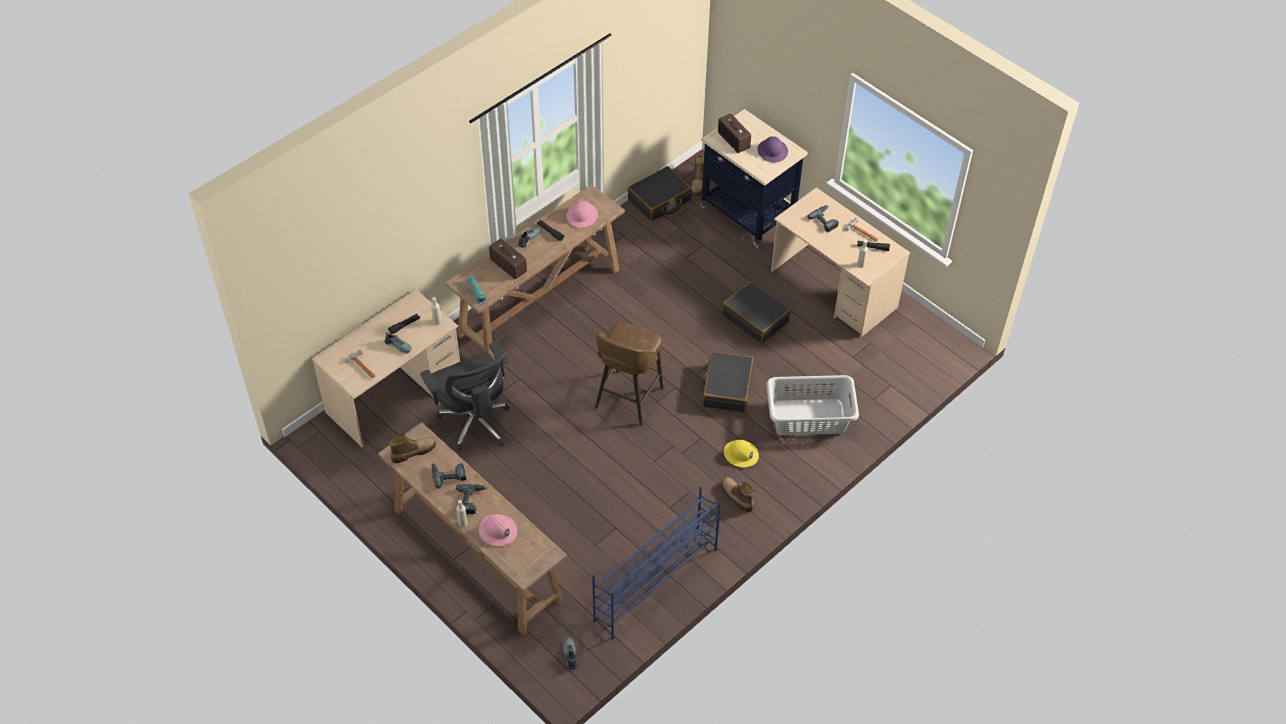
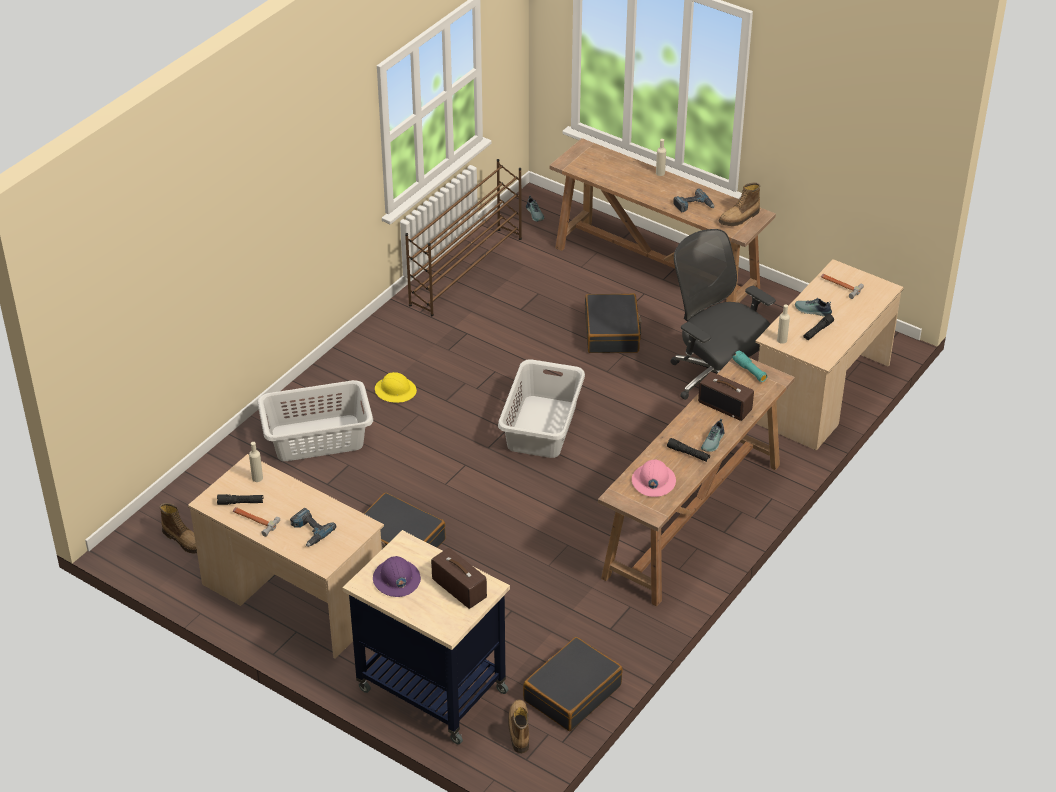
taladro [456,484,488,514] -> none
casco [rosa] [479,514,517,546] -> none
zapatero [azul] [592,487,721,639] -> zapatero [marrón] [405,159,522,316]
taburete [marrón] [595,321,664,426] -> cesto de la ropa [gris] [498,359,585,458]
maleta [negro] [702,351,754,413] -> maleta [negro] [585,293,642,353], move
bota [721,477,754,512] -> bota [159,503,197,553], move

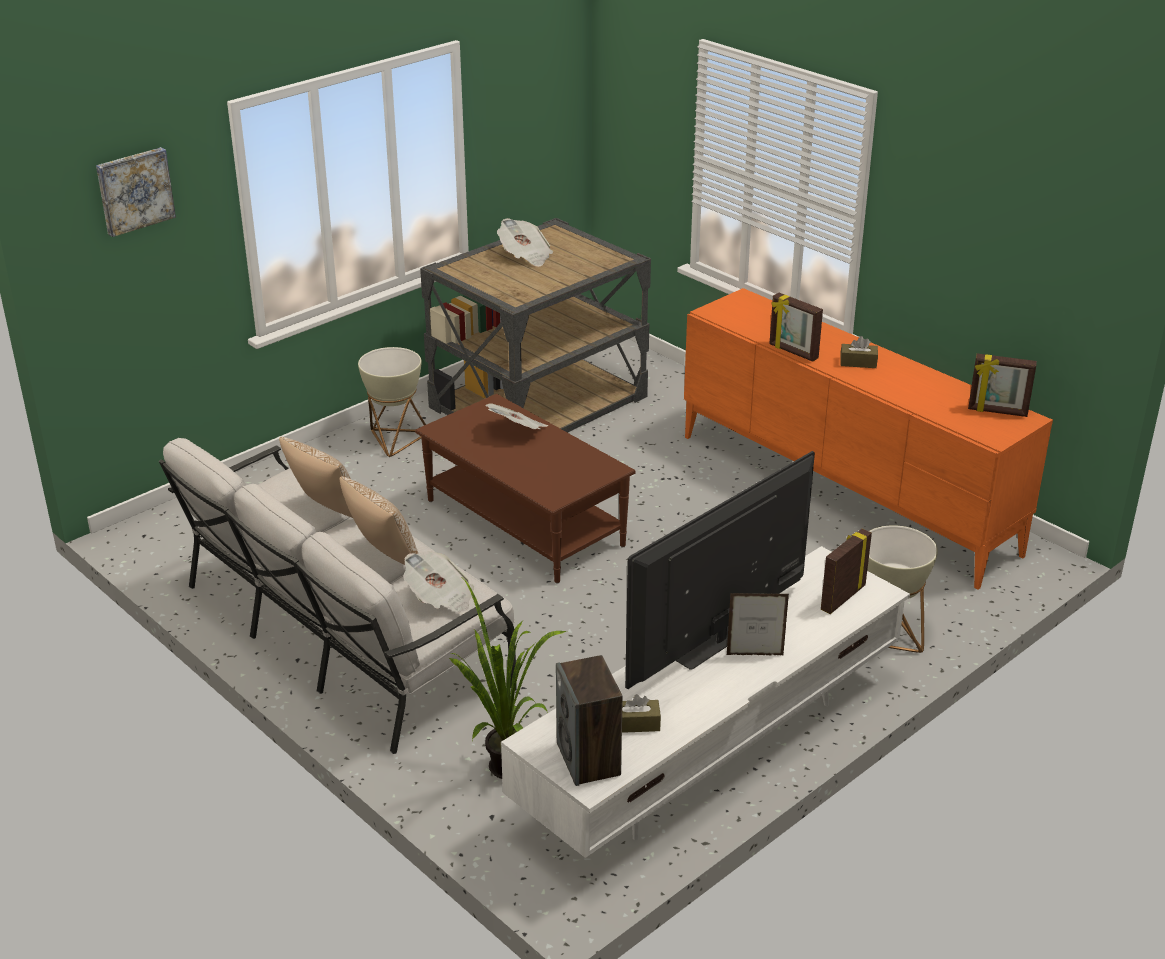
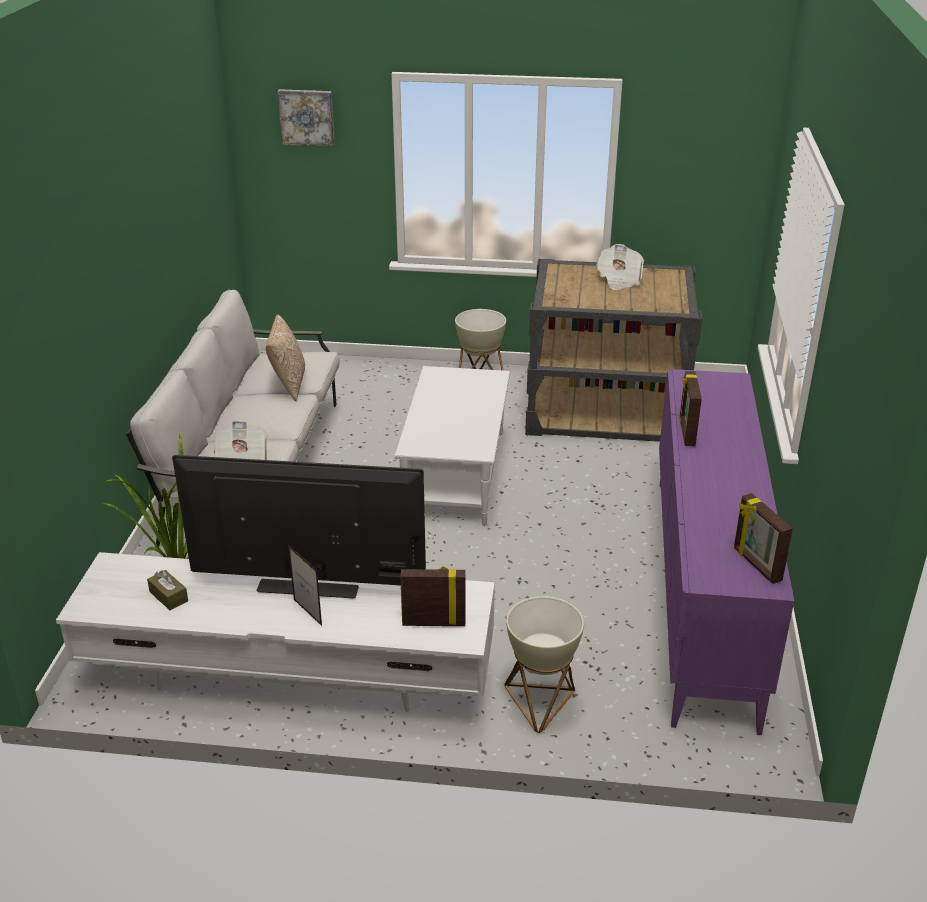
cojín [340,476,418,565] -> none
mesa de centro [marrón] [415,394,636,584] -> mesa de centro [blanco] [395,366,510,526]
periódico [485,403,548,429] -> none
altavoz [556,655,623,786] -> none
armario [naranja] [684,288,1053,590] -> armario [morado] [659,369,794,735]
caja de pañuelos [marrón] [840,336,878,368] -> none

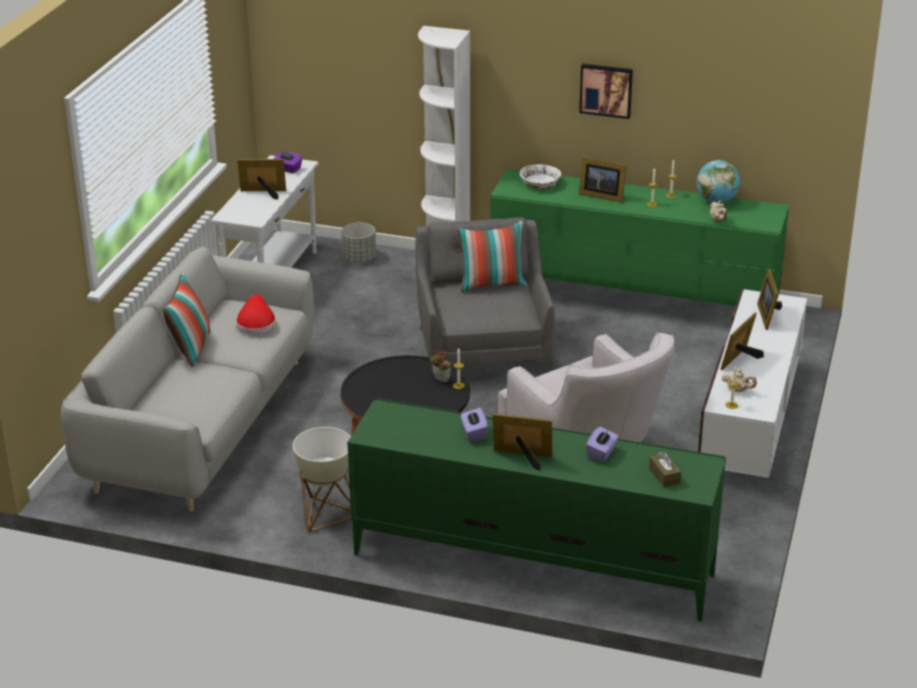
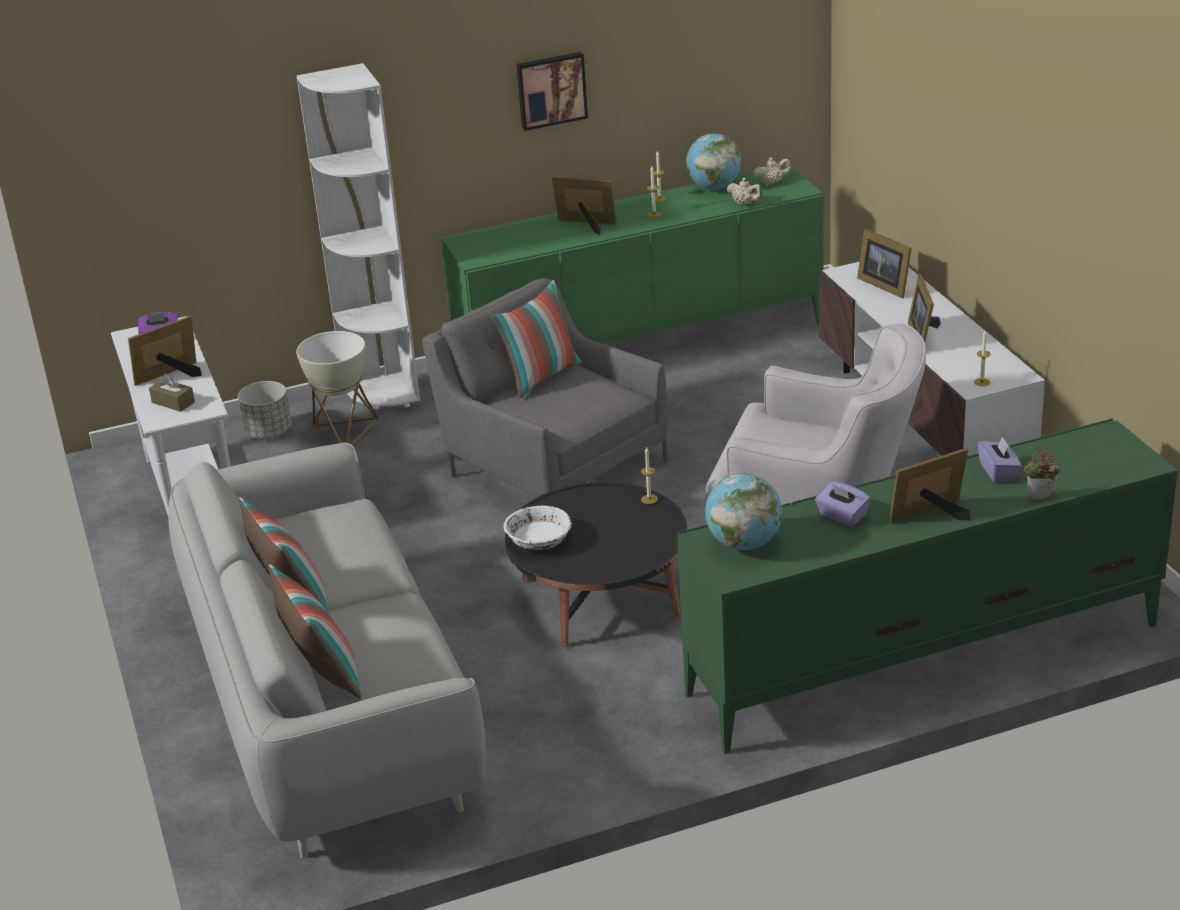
sombrero [rojo] [236,294,276,335] -> none
maceta [292,427,351,532] -> maceta [296,331,378,445], move
planta en maceta [430,345,451,382] -> planta en maceta [1023,444,1060,499], move
cuenco [blanco] [520,164,561,189] -> cuenco [blanco] [504,505,572,550], move
portarretratos [579,156,627,203] -> portarretratos [552,176,617,235], 150 degrees counterclockwise
caja de pañuelos [marrón] [649,452,681,487] -> caja de pañuelos [marrón] [149,374,195,412], move
tetera [beis] [722,369,757,392] -> tetera [beis] [753,157,791,185], move
none -> cojín [268,564,361,699]
none -> globo terráqueo [705,473,782,550]

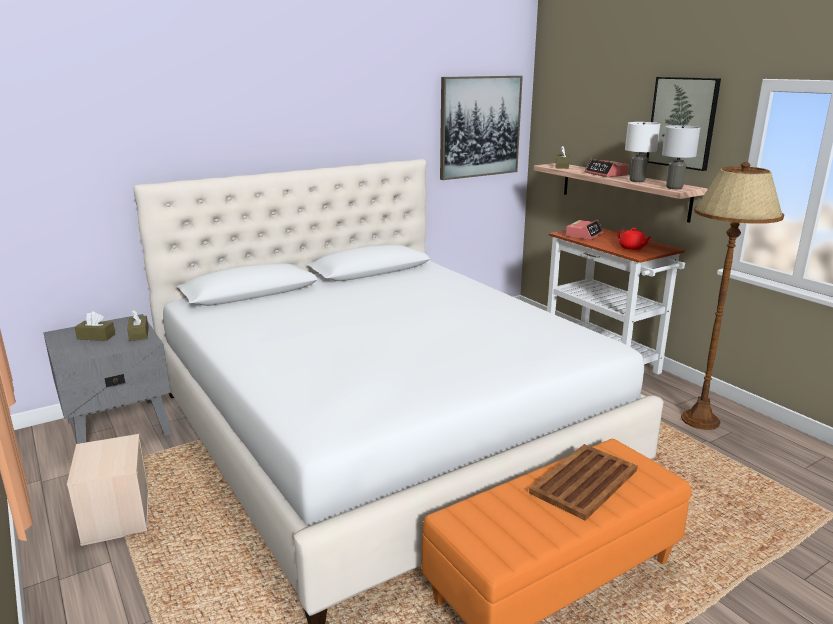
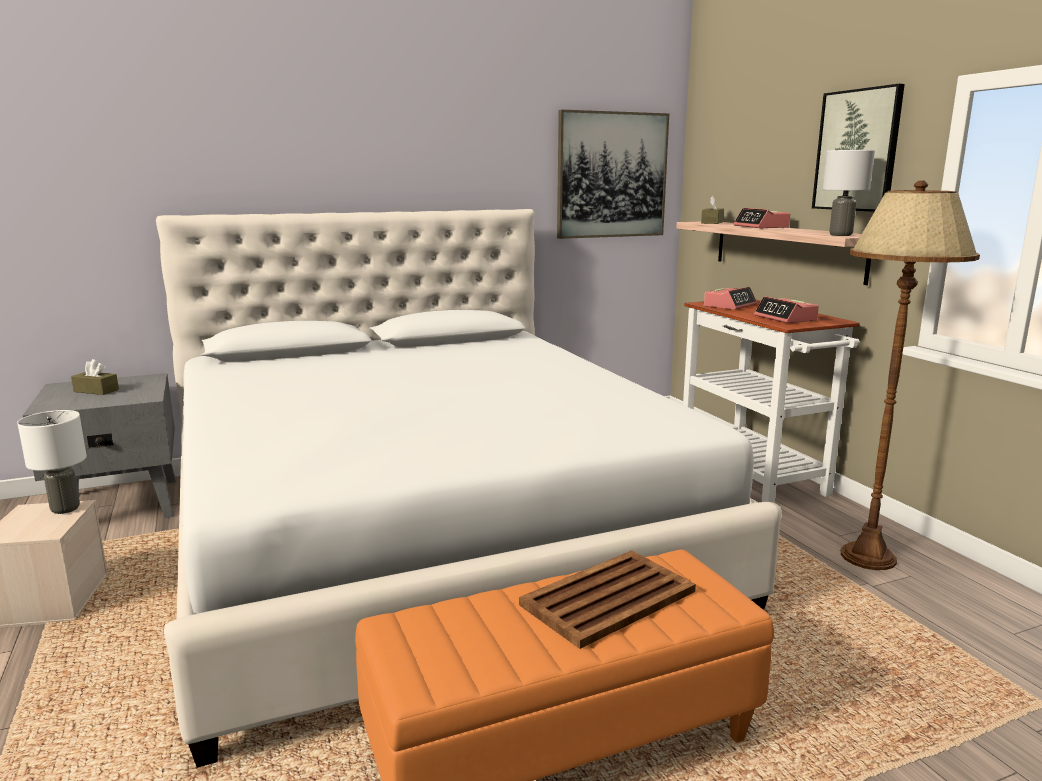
caja de pañuelos [marrón] [127,309,149,341] -> none
tetera [rojo] [617,228,651,250] -> despertador [754,296,819,323]
lámpara de mesa [blanco] [625,122,660,182] -> lámpara de mesa [blanco] [17,410,87,514], move

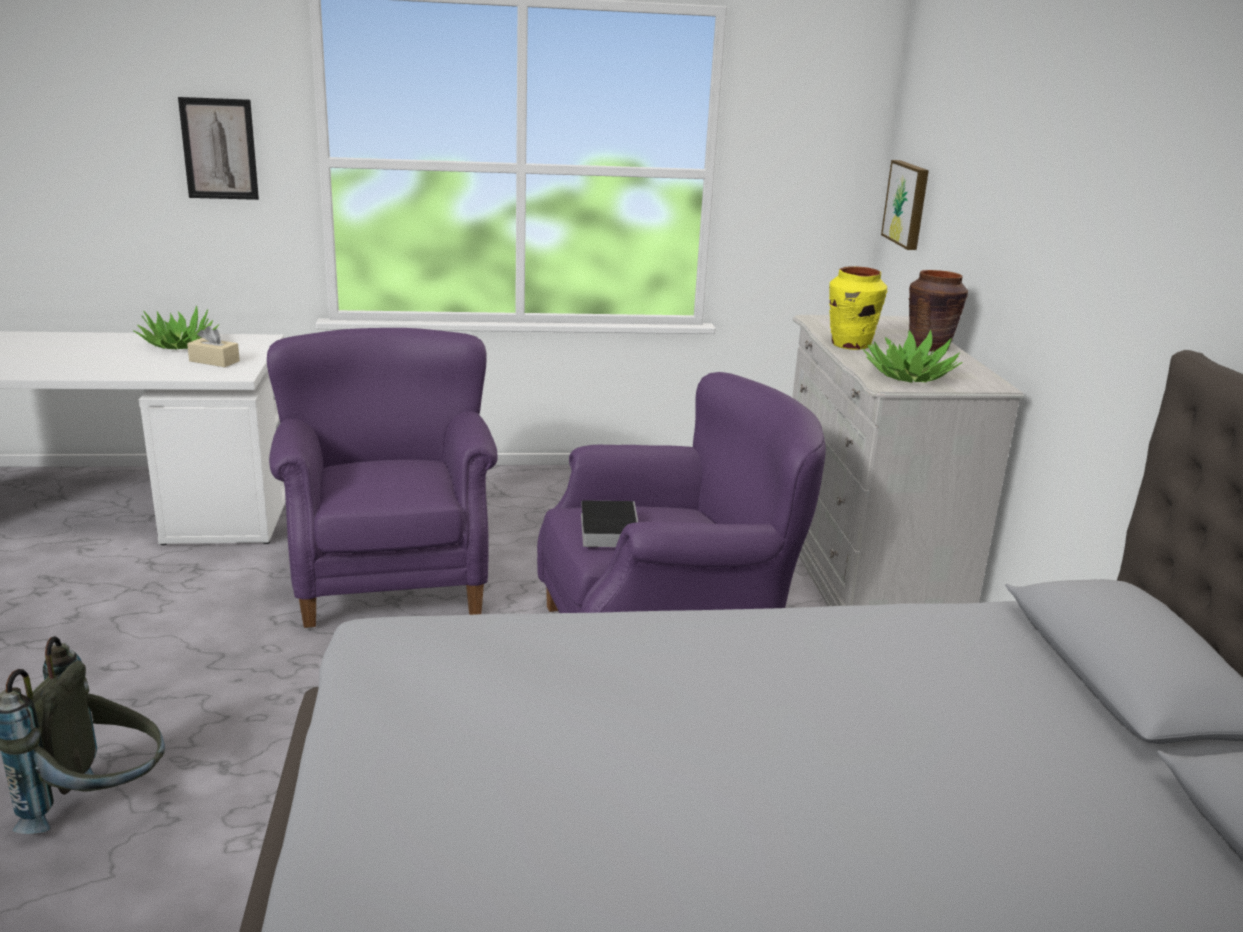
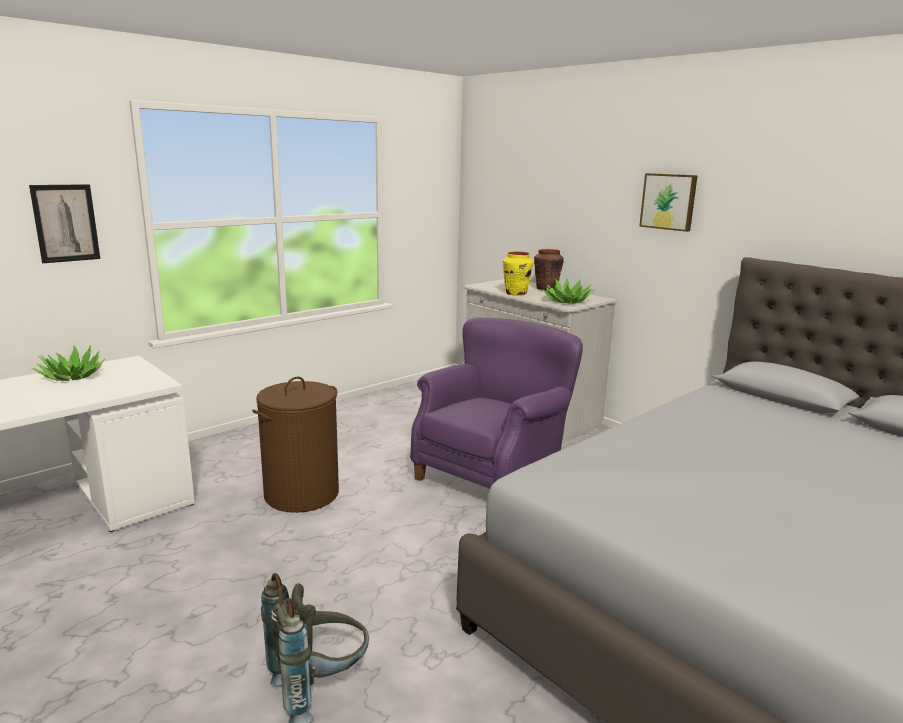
caja de pañuelos [beis] [187,326,240,367] -> none
sillón [morado] [267,328,498,628] -> cesto de la ropa [marrón] [252,377,339,513]
libro [581,500,638,547] -> none
cuadro [881,160,929,250] -> cuadro [639,173,698,232], move

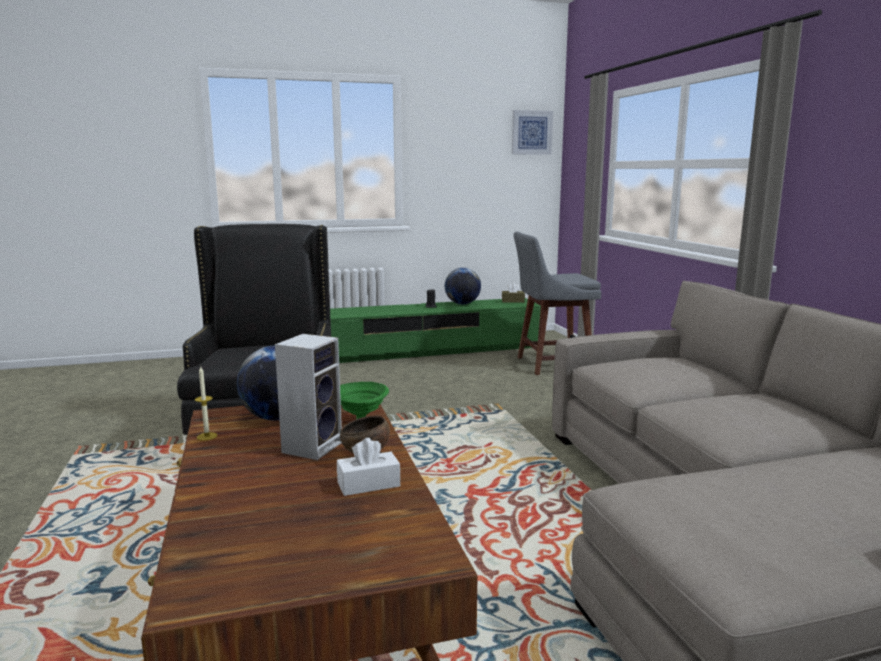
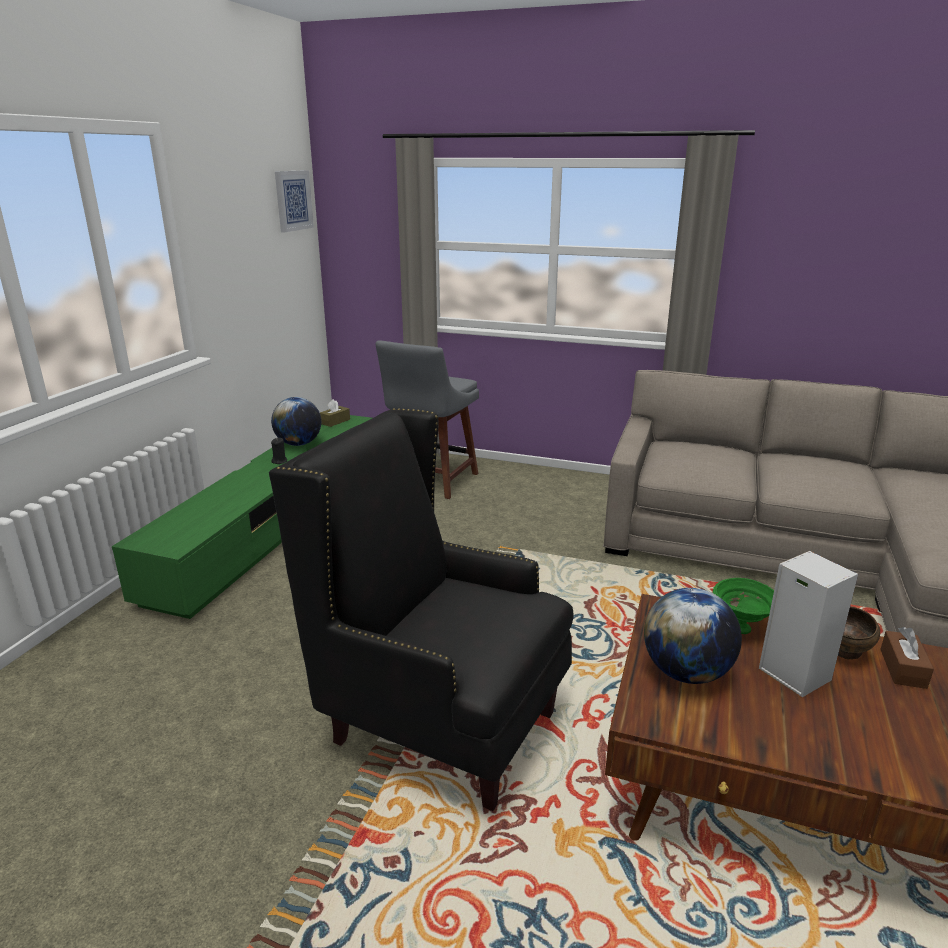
vela [195,367,217,441] -> none
caja de pañuelos [blanco] [337,438,400,496] -> caja de pañuelos [marrón] [880,627,934,689]

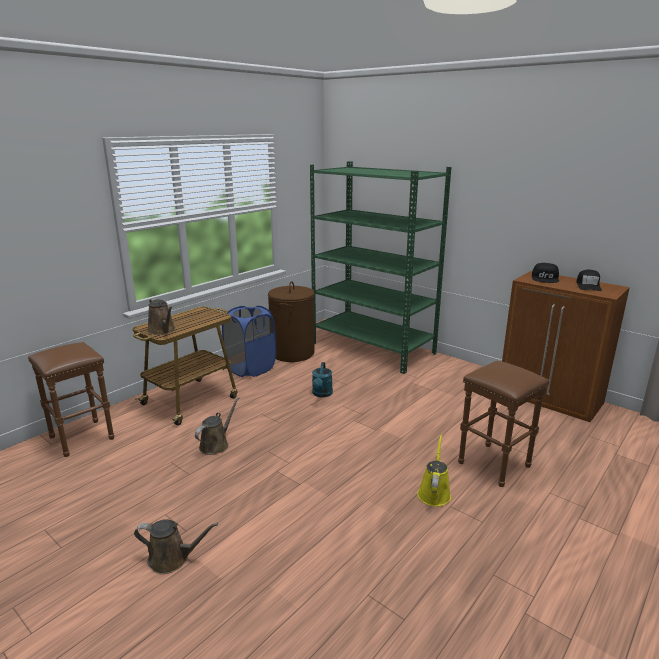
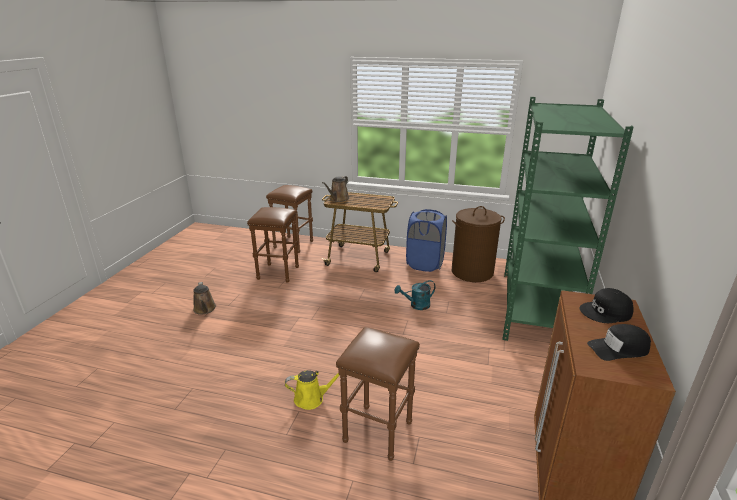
regadera [marrón] [195,397,239,455] -> none
none -> taburete [marrón] [247,207,299,283]

